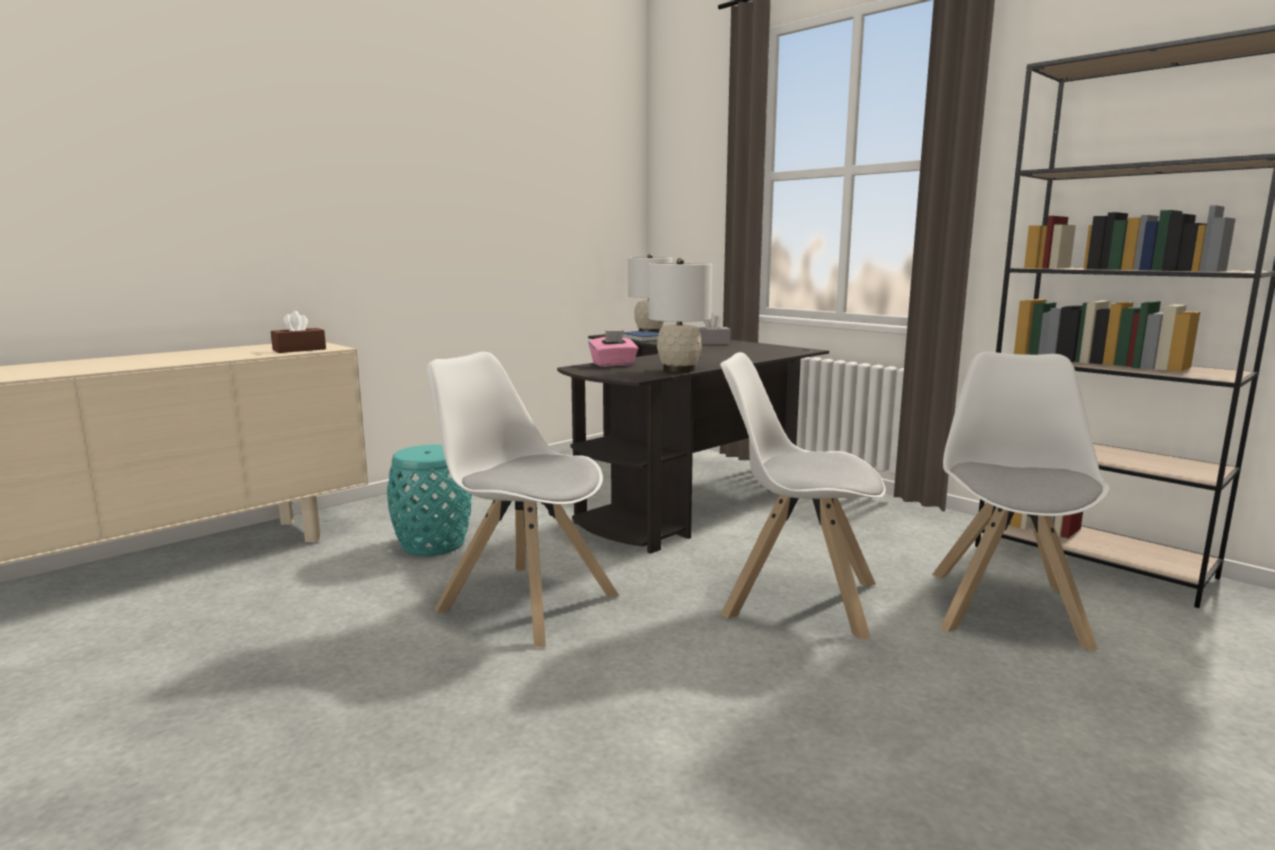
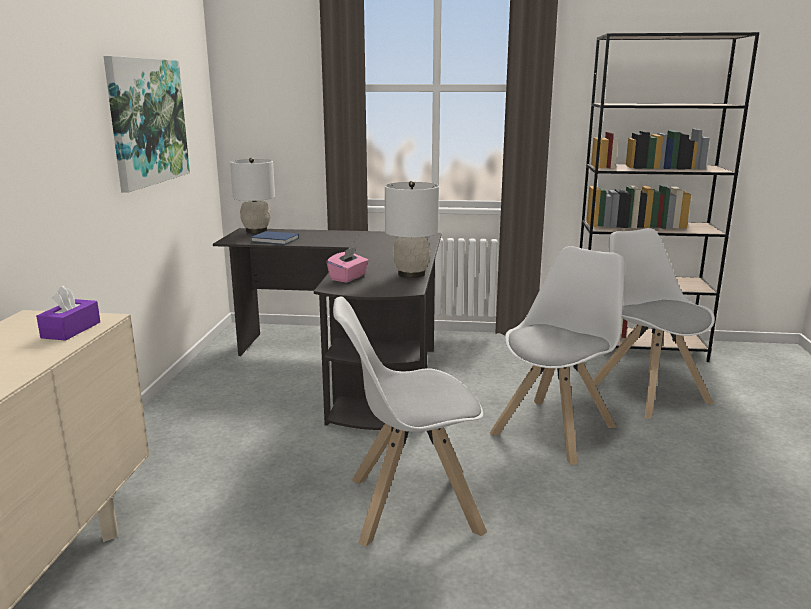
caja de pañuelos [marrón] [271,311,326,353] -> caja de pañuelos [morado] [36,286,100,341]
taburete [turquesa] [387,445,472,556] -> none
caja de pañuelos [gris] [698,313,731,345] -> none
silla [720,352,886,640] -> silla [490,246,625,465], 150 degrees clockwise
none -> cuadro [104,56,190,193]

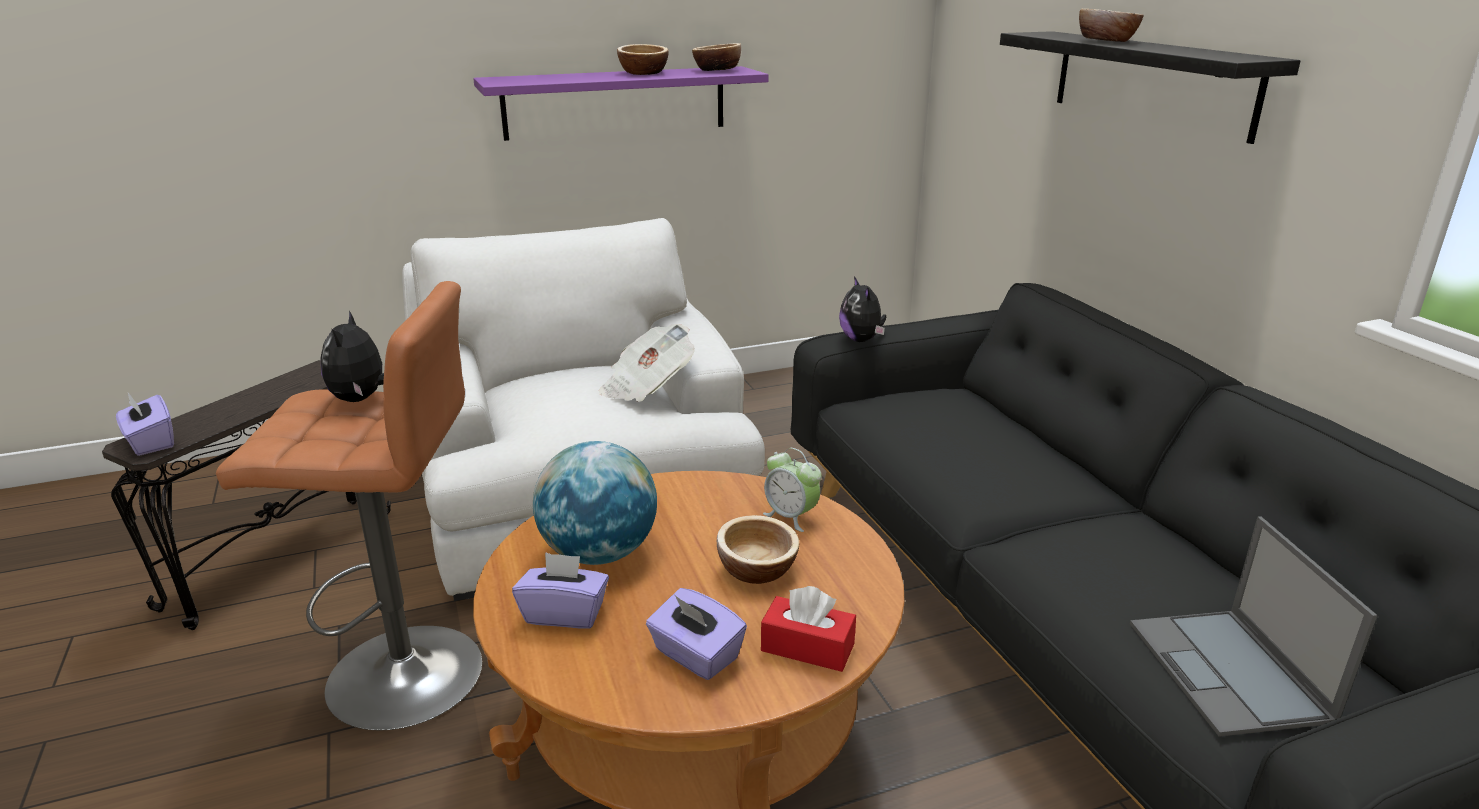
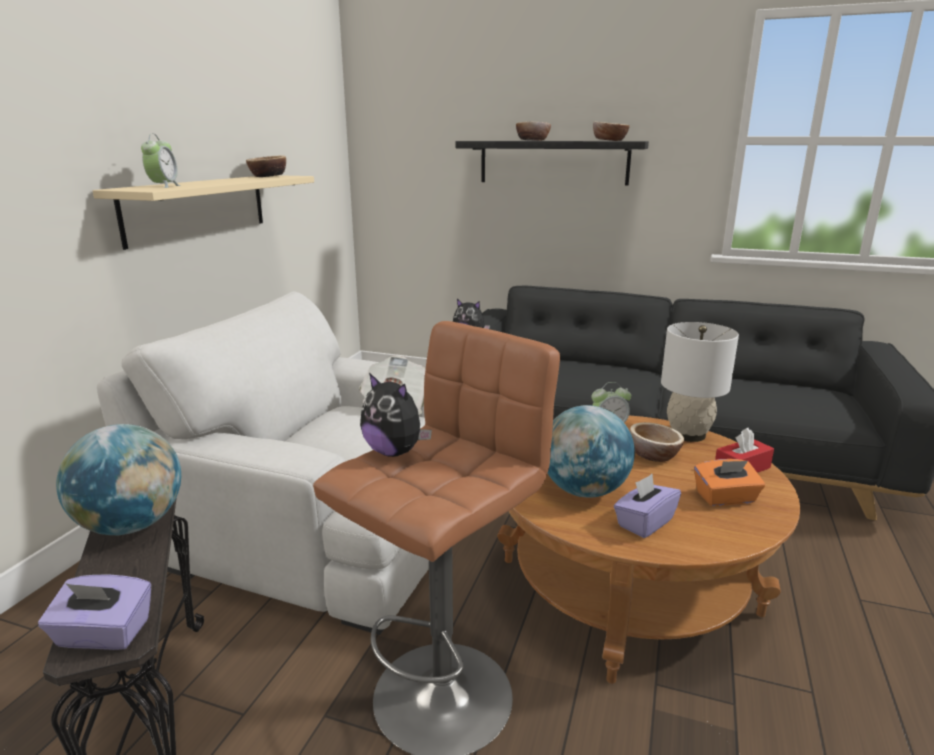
estante [morado] [473,66,769,141] -> estante [beis] [92,175,314,250]
cuenco [617,44,669,75] -> cuenco [593,121,630,141], move
caja de pañuelos [morado] [646,588,747,680] -> caja de pañuelos [naranja] [694,459,765,506]
portátil [1130,516,1377,737] -> none
none -> globo terráqueo [56,424,181,535]
none -> despertador [141,134,181,188]
none -> lámpara de mesa [blanco] [661,322,739,442]

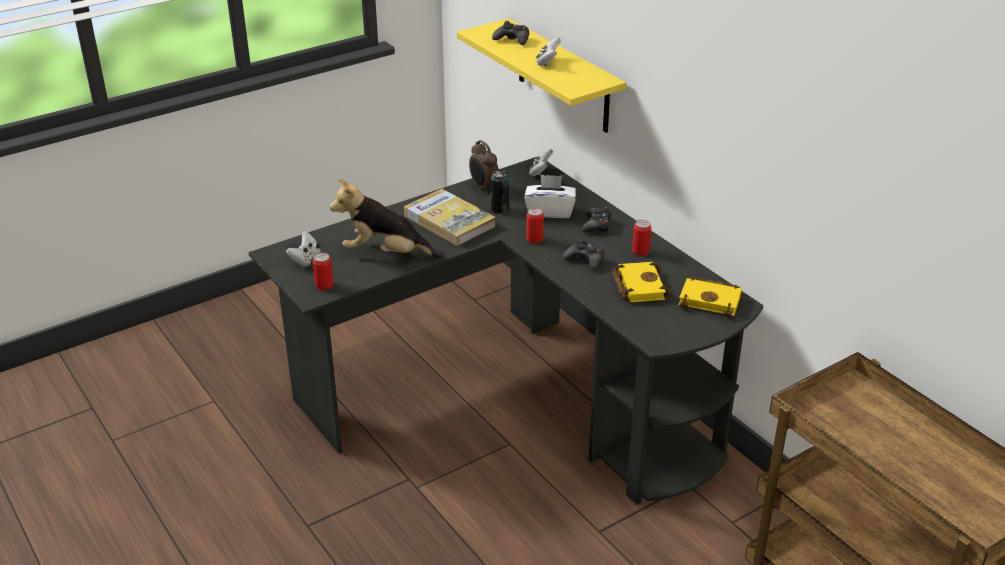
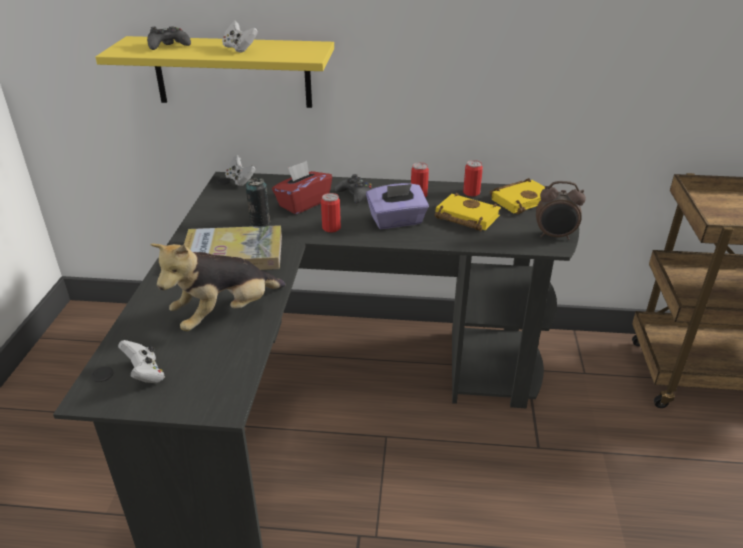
lata [313,253,333,290] -> lata [463,160,483,197], move
despertador [469,140,499,193] -> despertador [536,181,586,240], move
caja de pañuelos [blanco] [524,175,576,218] -> caja de pañuelos [rojo] [272,161,332,214]
mando de consola [negro] [563,239,604,270] -> caja de pañuelos [morado] [366,183,429,229]

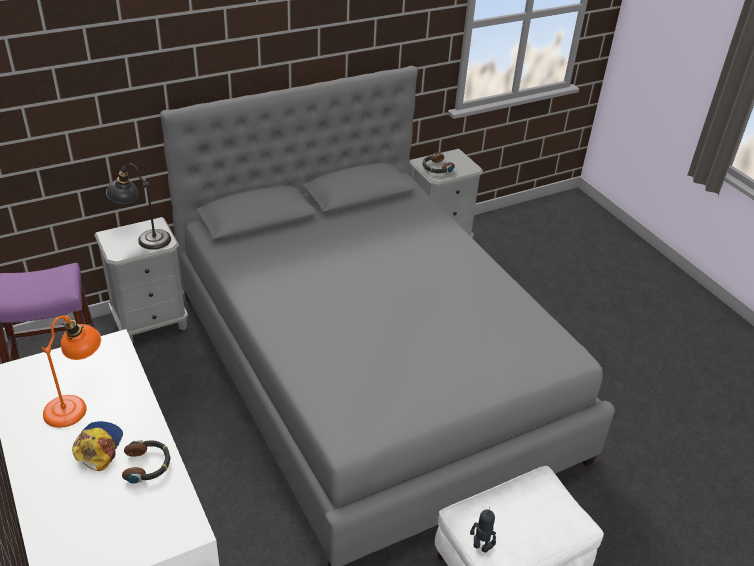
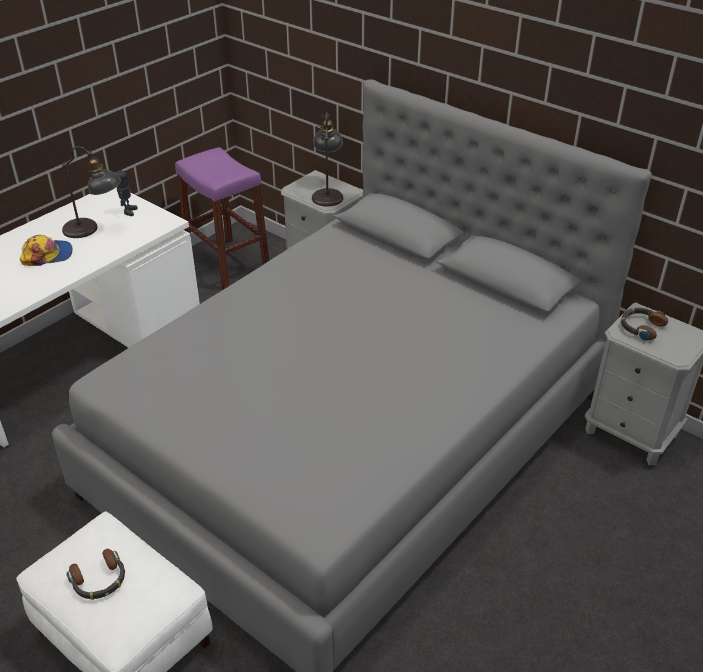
lámpara de mesa [naranja] [42,315,101,428] -> lámpara de mesa [gris] [62,146,121,238]
auriculares [122,440,171,484] -> auriculares [66,549,125,600], move
robot de juguete [470,507,496,552] -> robot de juguete [116,165,138,216], move

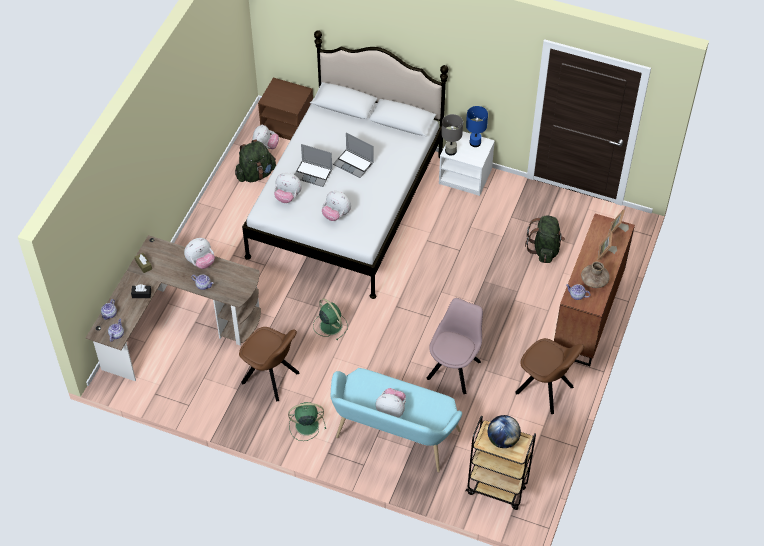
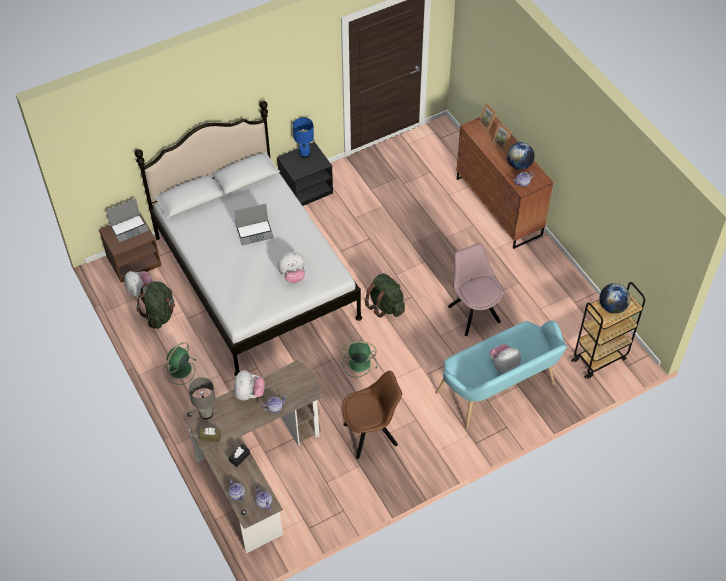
peluche [274,173,302,203] -> none
ventilador [verde] [288,402,326,441] -> ventilador [verde] [163,342,196,385], move
portátil [294,144,333,187] -> portátil [106,198,149,243], move
mesita de noche [blanco] [439,129,495,196] -> mesita de noche [negro] [277,142,333,206]
lámpara de mesa [gris] [441,114,463,156] -> lámpara de mesa [gris] [189,377,215,420], move
silla [marrón] [515,338,584,414] -> none
mochila [verde] [525,216,565,263] -> mochila [verde] [364,273,405,318], move
florero [marrón] [581,262,610,288] -> globo terráqueo [507,142,535,170]

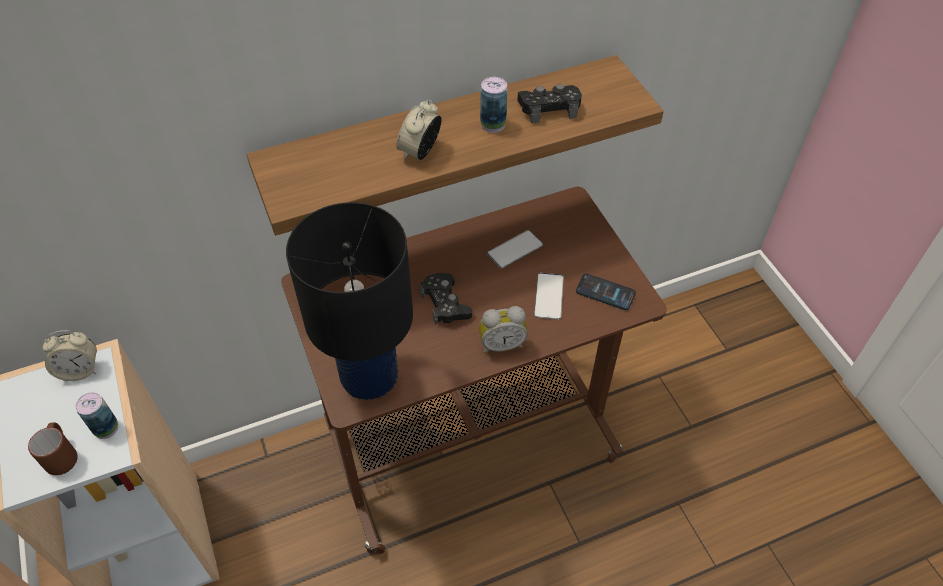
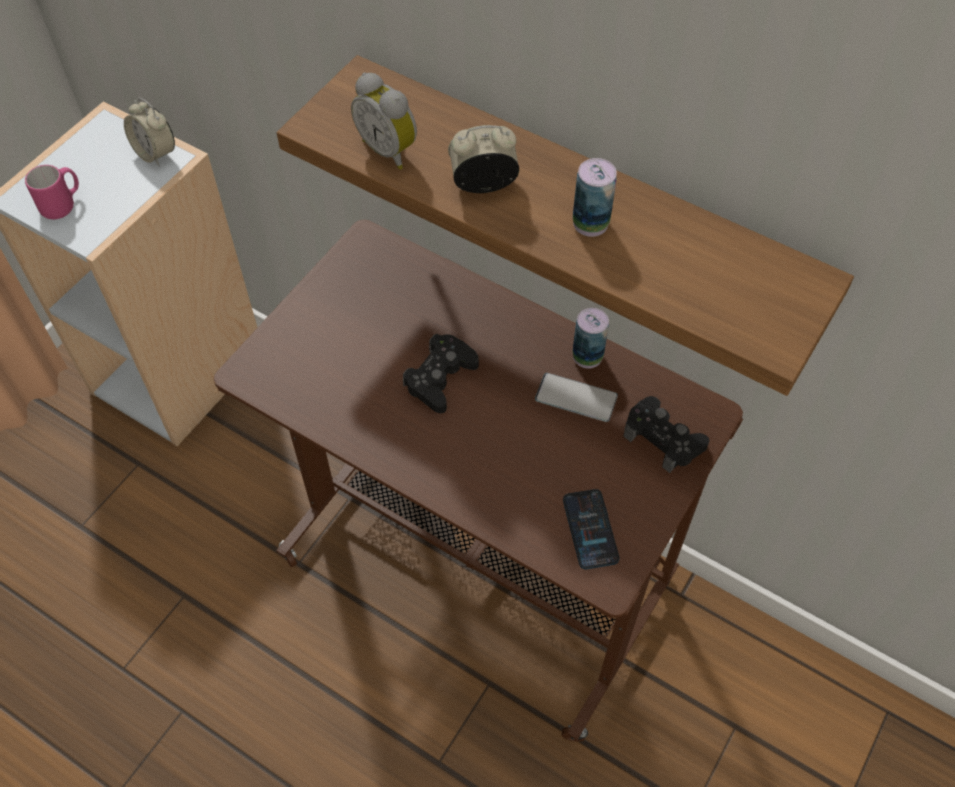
taza grande [marrón] [28,422,78,475] -> taza grande [rosa] [25,165,79,219]
lata [75,392,119,439] -> lata [572,308,609,369], move
lámpara de mesa [negro] [286,202,413,400] -> none
despertador [479,306,528,354] -> despertador [351,72,417,170], move
mando de consola [negro] [517,84,582,124] -> mando de consola [negro] [623,396,710,473], move
móvil [534,273,564,320] -> none

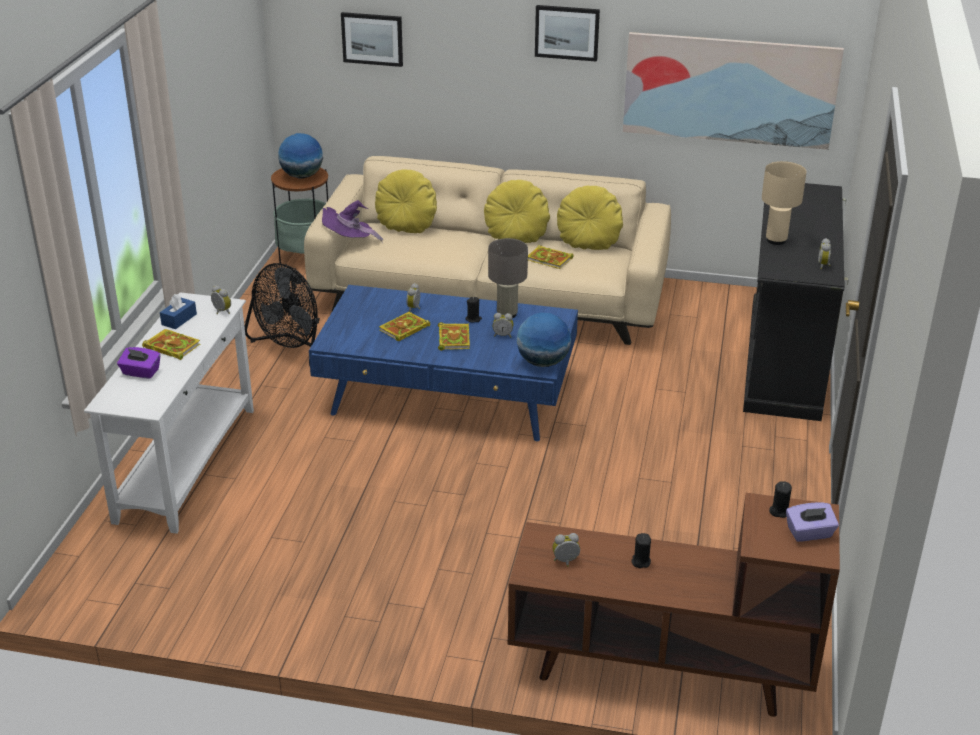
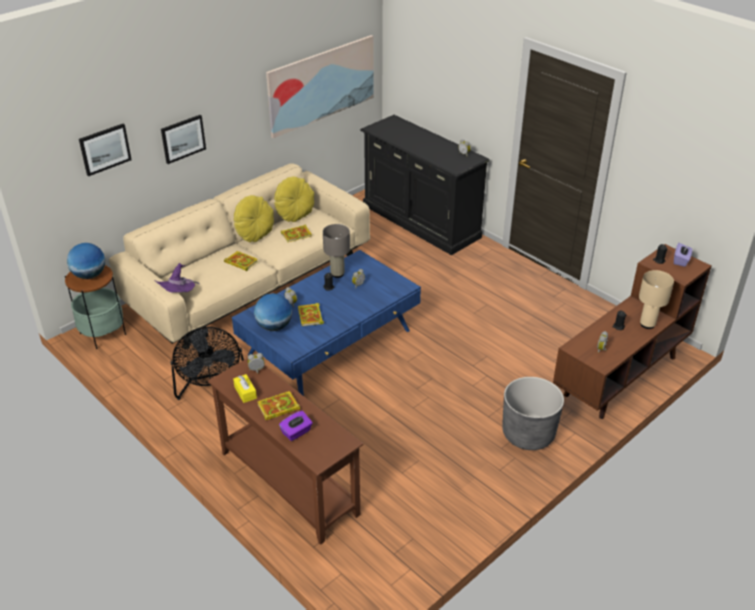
mesa consola [blanco] [84,292,254,534] -> mesa consola [marrón] [208,358,363,545]
caja de pañuelos [azul] [160,294,197,329] -> caja de pañuelos [amarillo] [233,374,257,403]
cojín [amarillo] [375,169,437,233] -> none
libro [438,322,470,351] -> libro [224,251,258,271], move
globo terráqueo [517,312,571,367] -> globo terráqueo [254,293,292,331], move
cuadro [535,5,600,62] -> cuadro [161,115,206,164], move
lámpara de mesa [beis] [762,161,806,245] -> lámpara de mesa [beis] [639,270,674,329], move
none -> maceta [gris] [502,377,564,450]

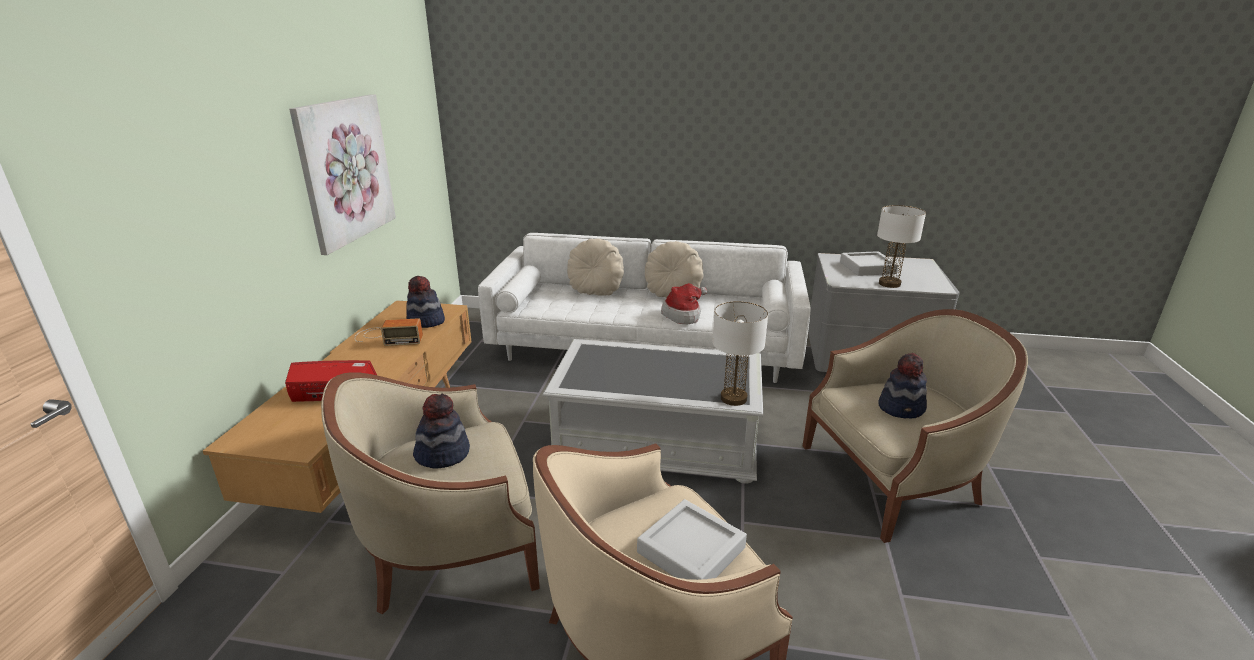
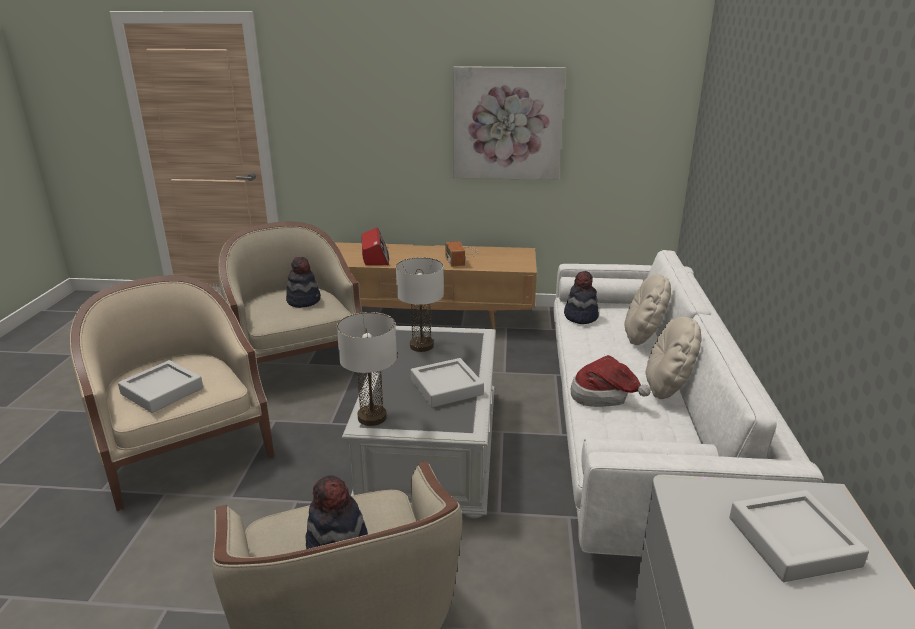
sombrero [406,276,445,328] -> sombrero [564,271,599,324], move
lámpara de mesa [877,205,926,288] -> lámpara de mesa [396,257,444,352], move
none -> bandeja [gris] [411,358,484,408]

